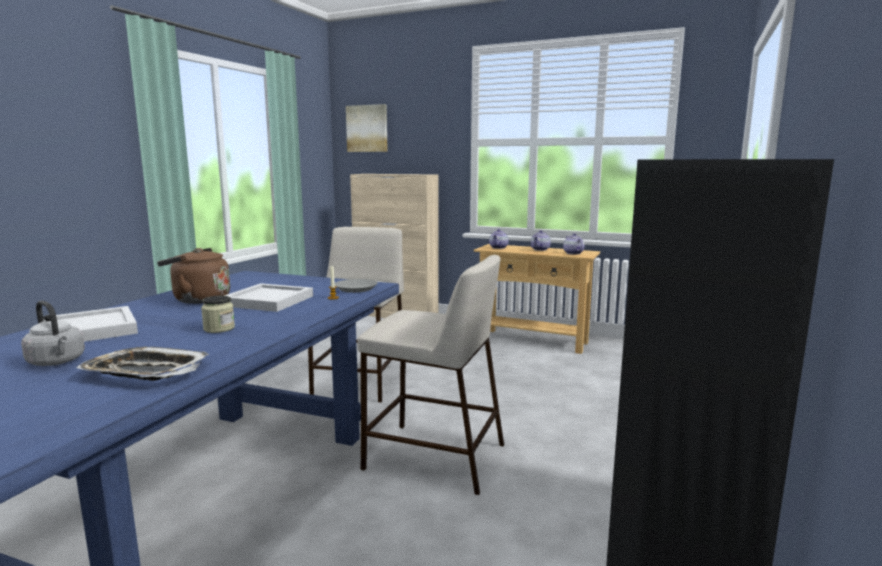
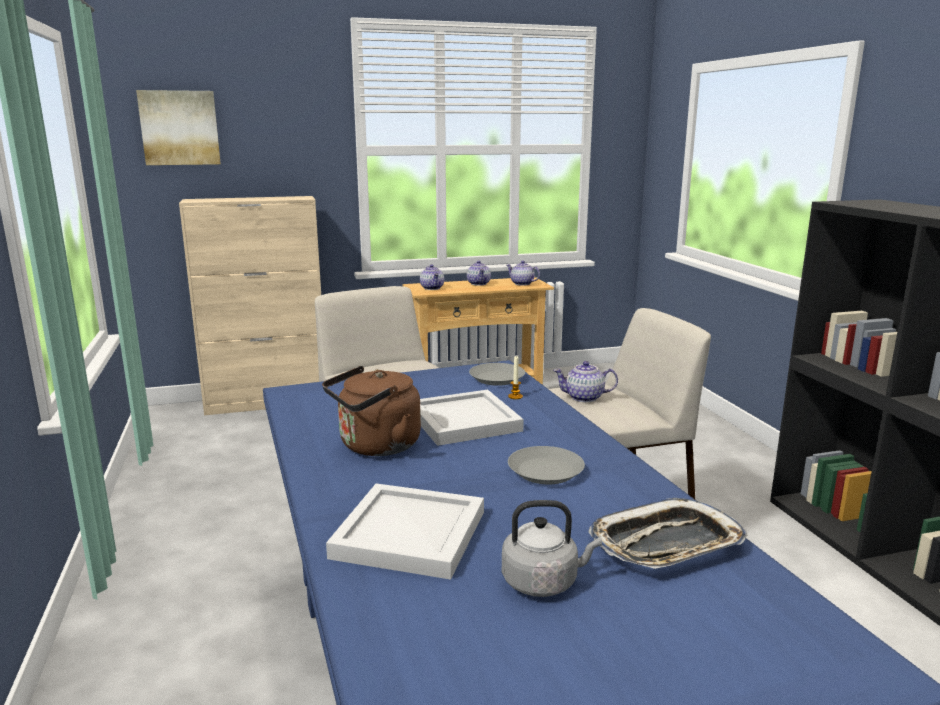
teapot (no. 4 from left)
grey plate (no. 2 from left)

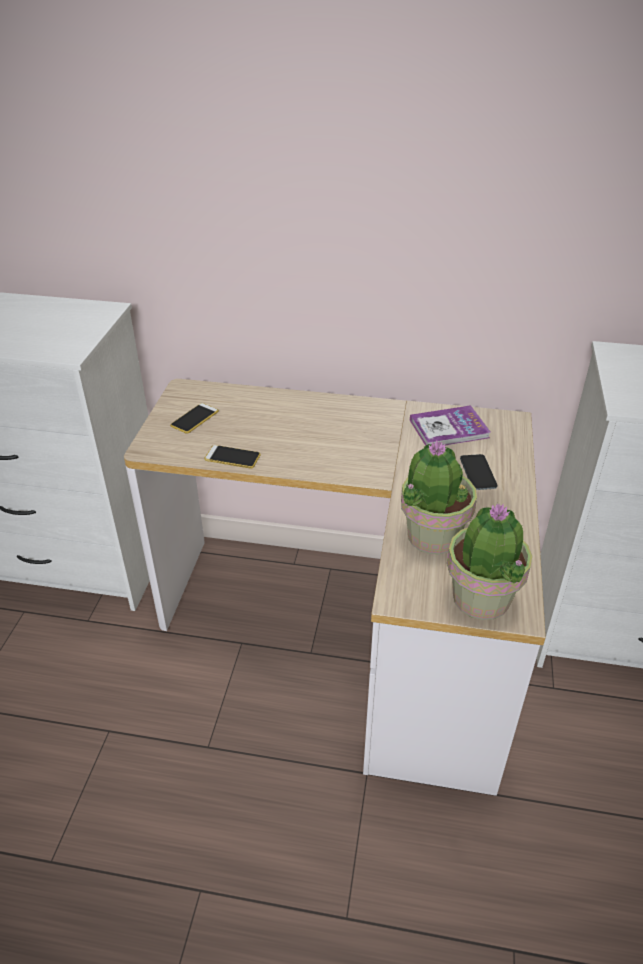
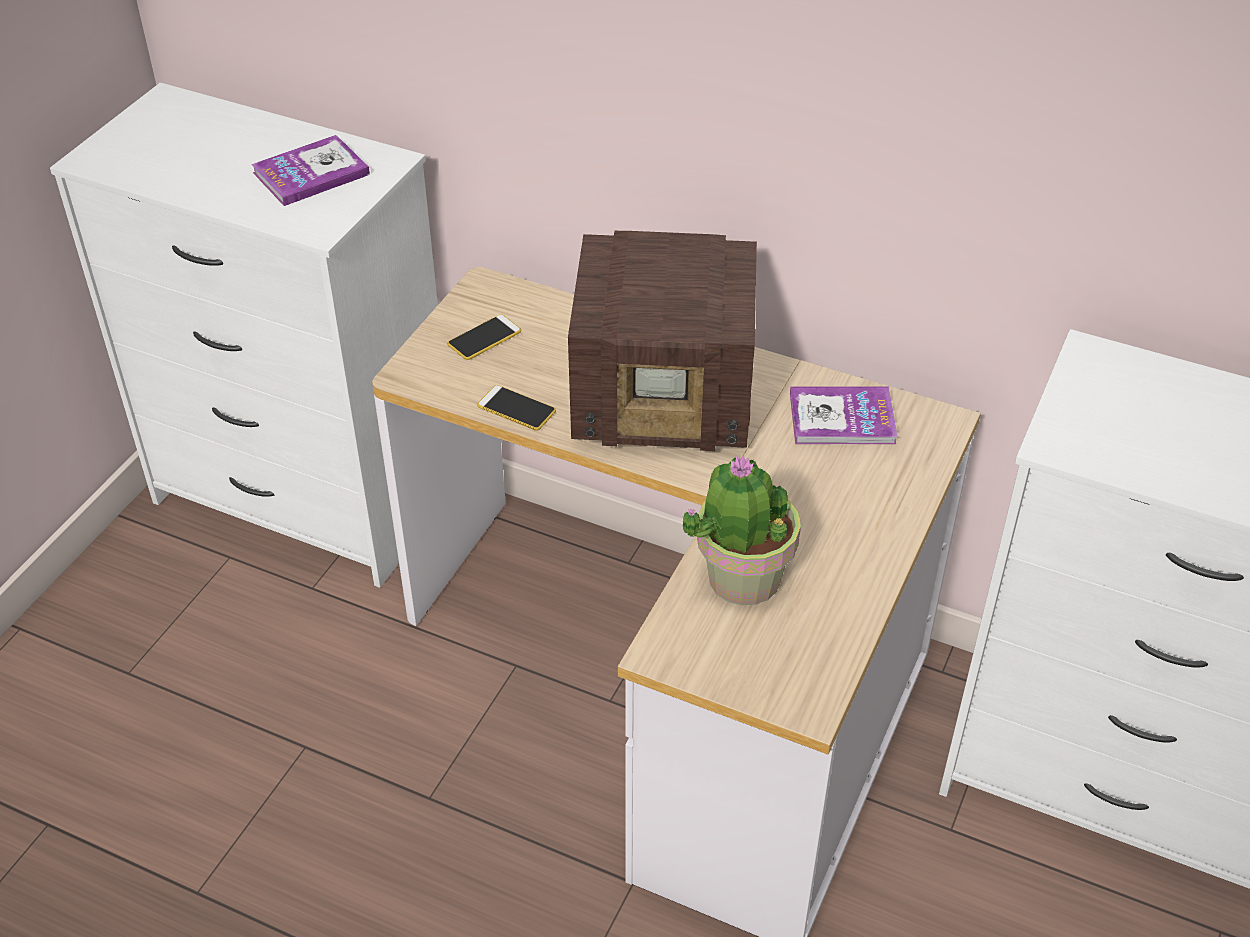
potted plant (no. 2 from left in the first image)
phone (no. 3 from left in the first image)
book (no. 1 from left)
radio

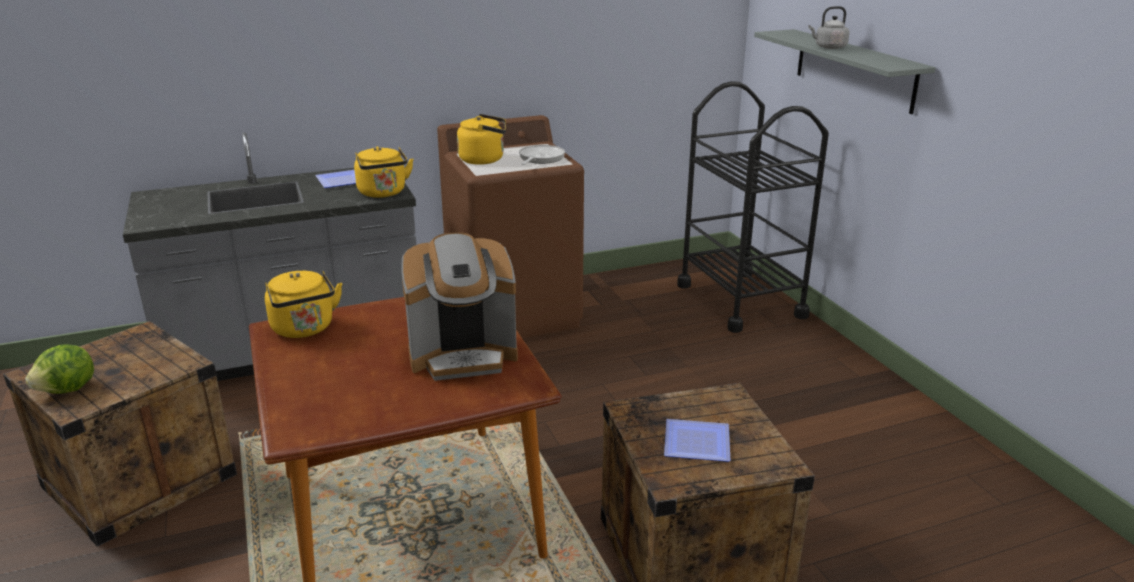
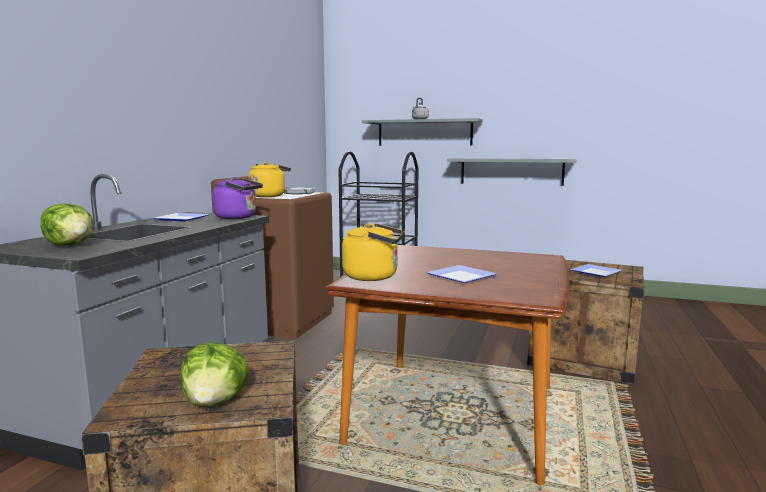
coffee machine
lettuce (no. 1 from left)
plate (no. 2 from left)
grey shelf (no. 2 from left)
purple kettle

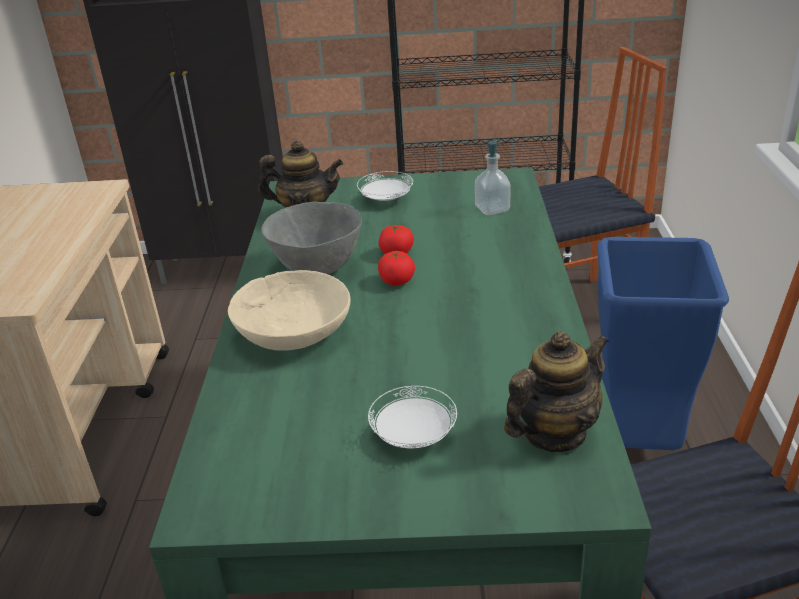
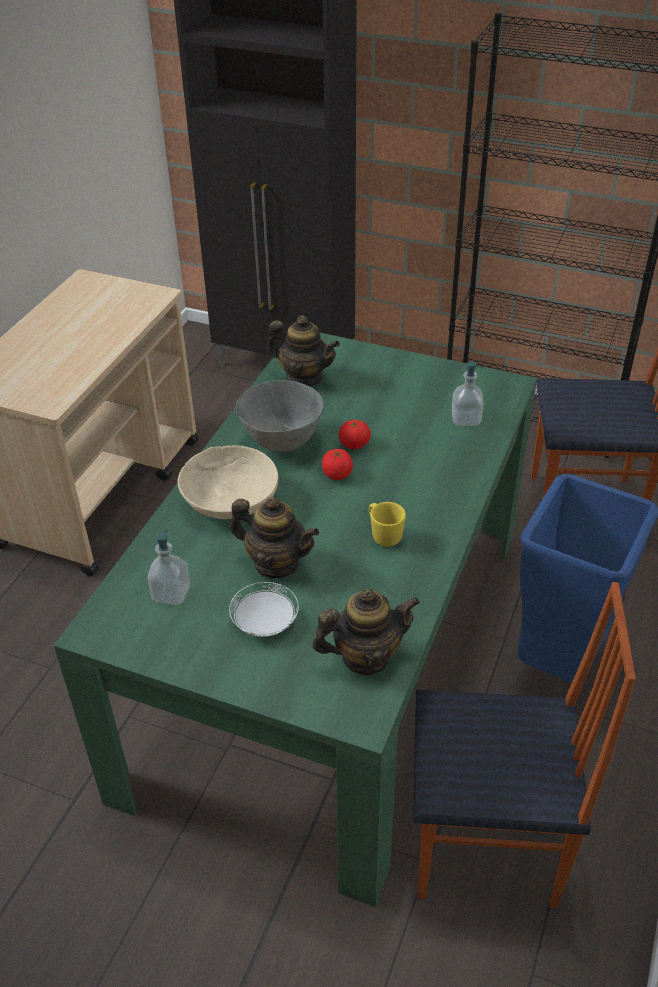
white plate (no. 1 from left in the first image)
soap dispenser (no. 1 from left)
teapot (no. 1 from left)
yellow mug

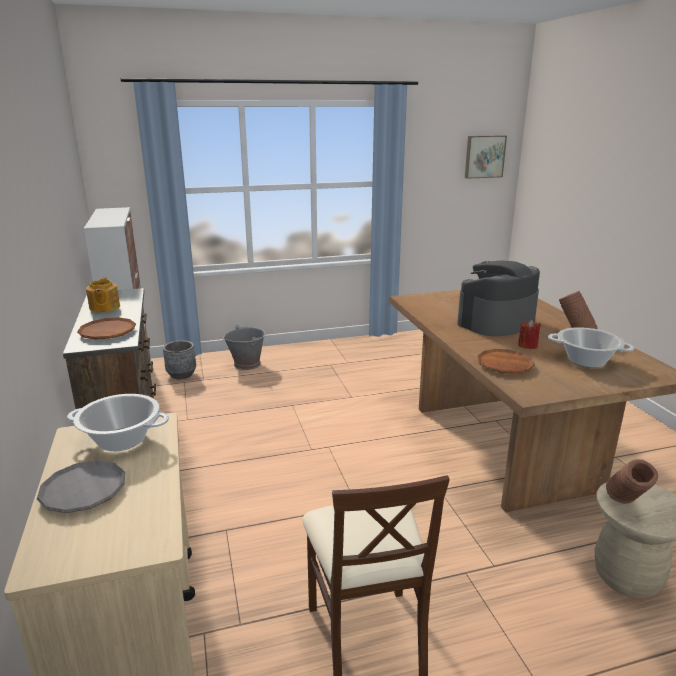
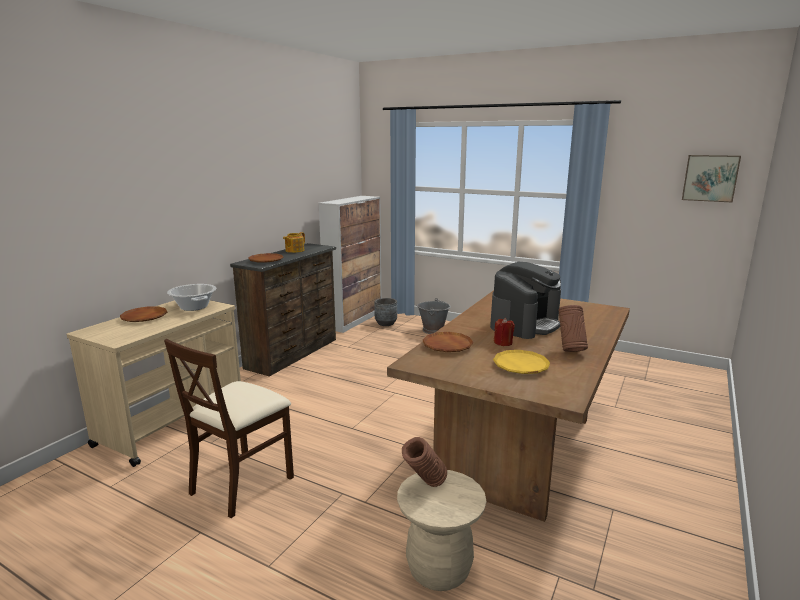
yellow plate
brown plate (no. 1 from left)
coffee machine

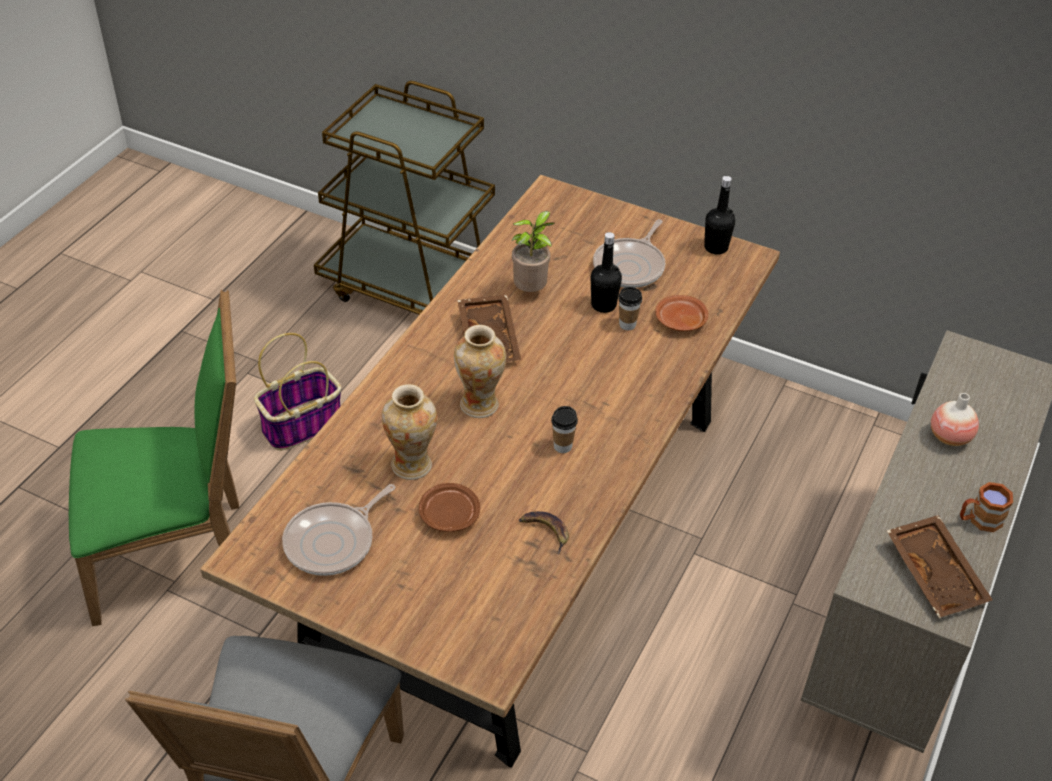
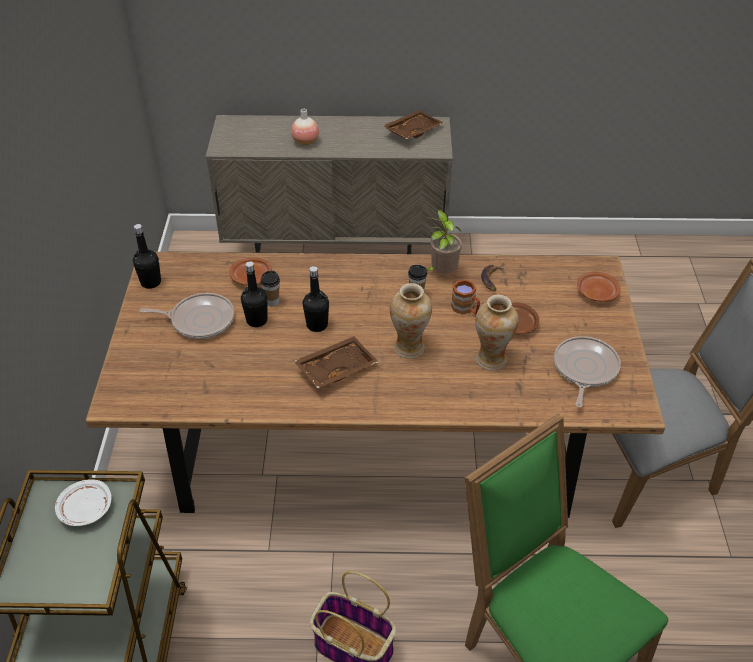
white plate
black bottle (no. 3 from left)
brown plate (no. 3 from left)
potted plant
brown mug
frying pan (no. 2 from left)

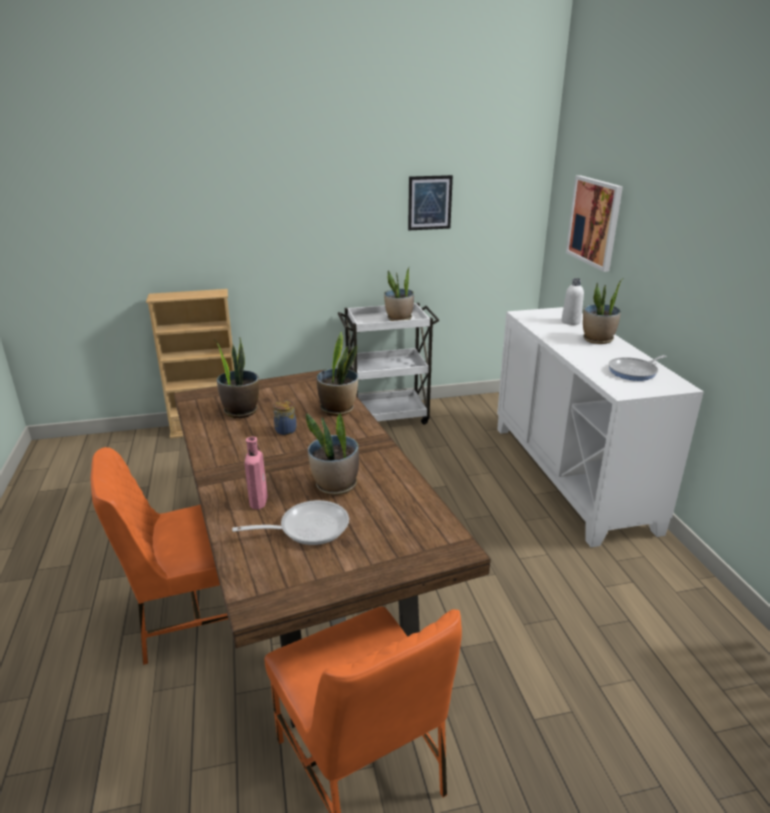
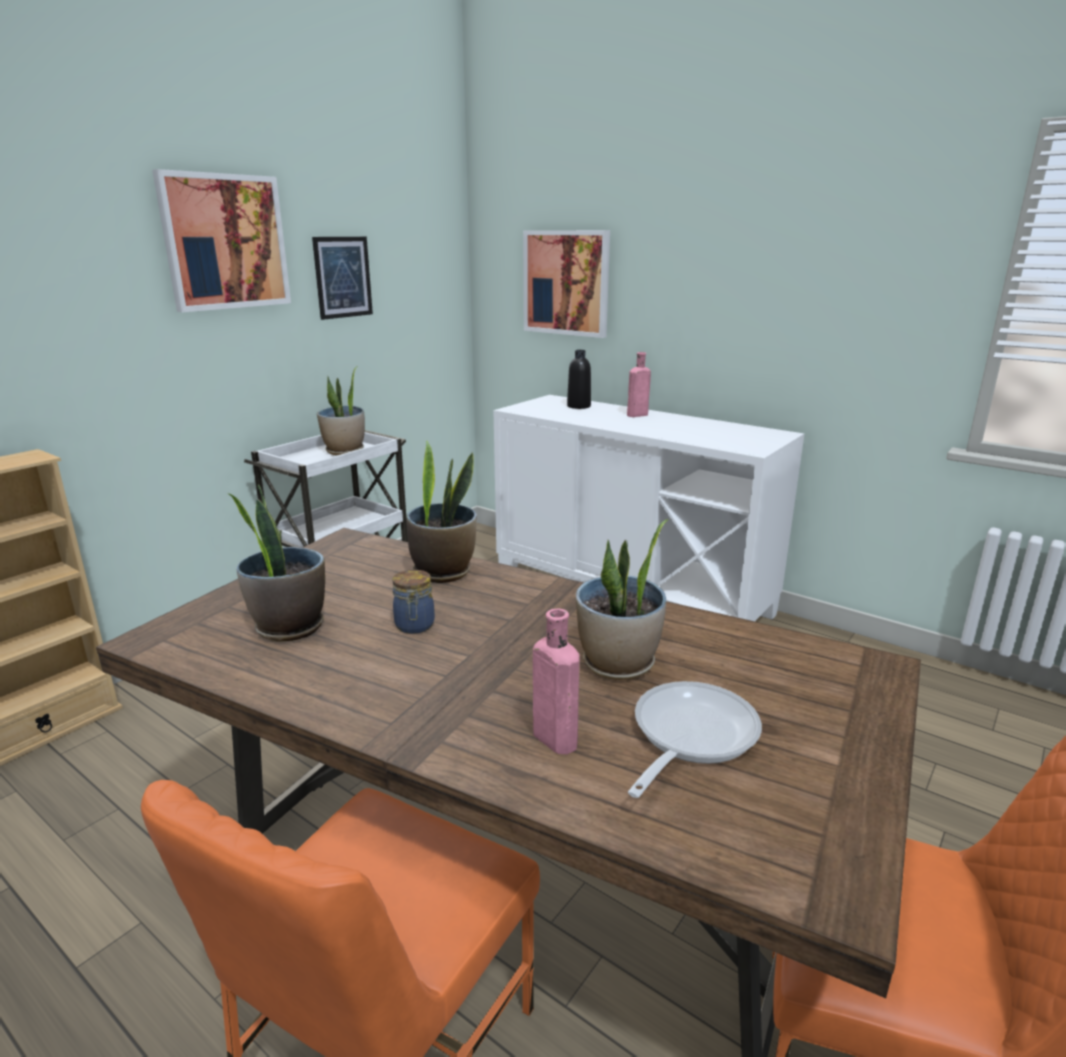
frying pan (no. 2 from left in the first image)
picture (no. 1 from left)
pink bottle (no. 2 from left)
black bottle

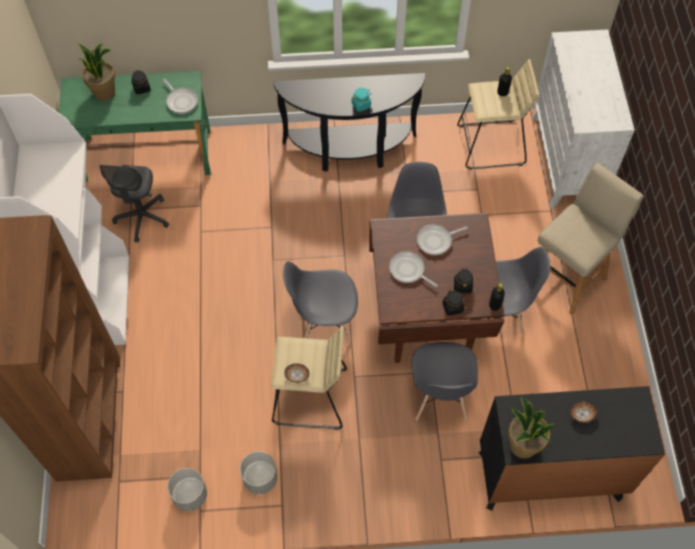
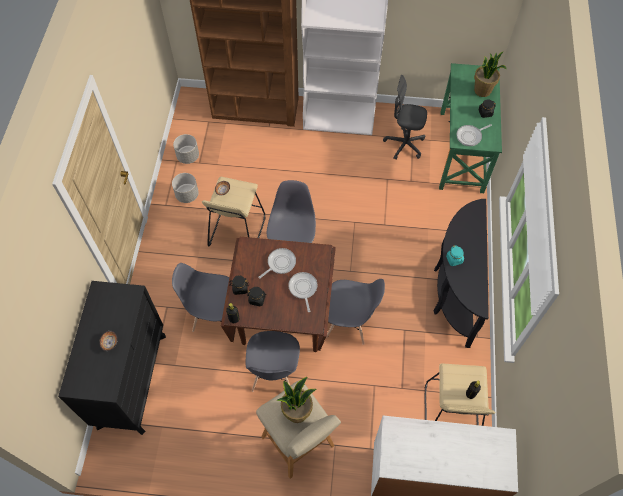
potted plant (no. 1 from left)

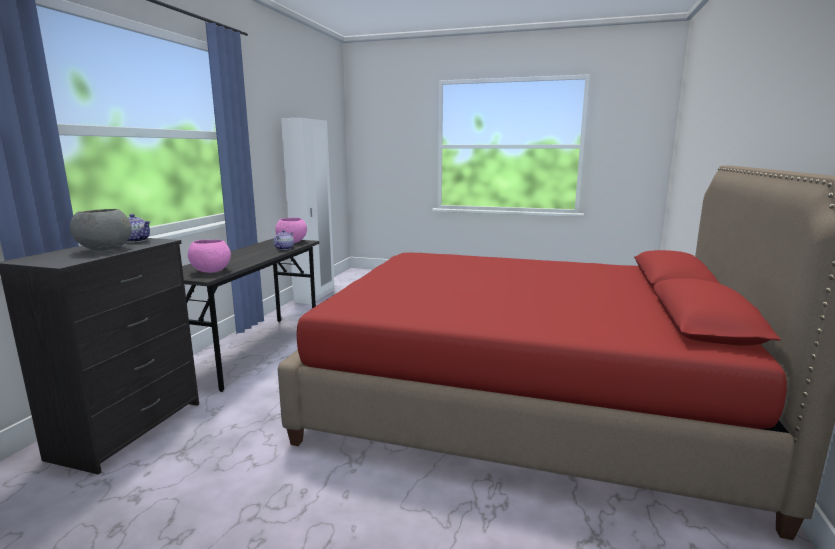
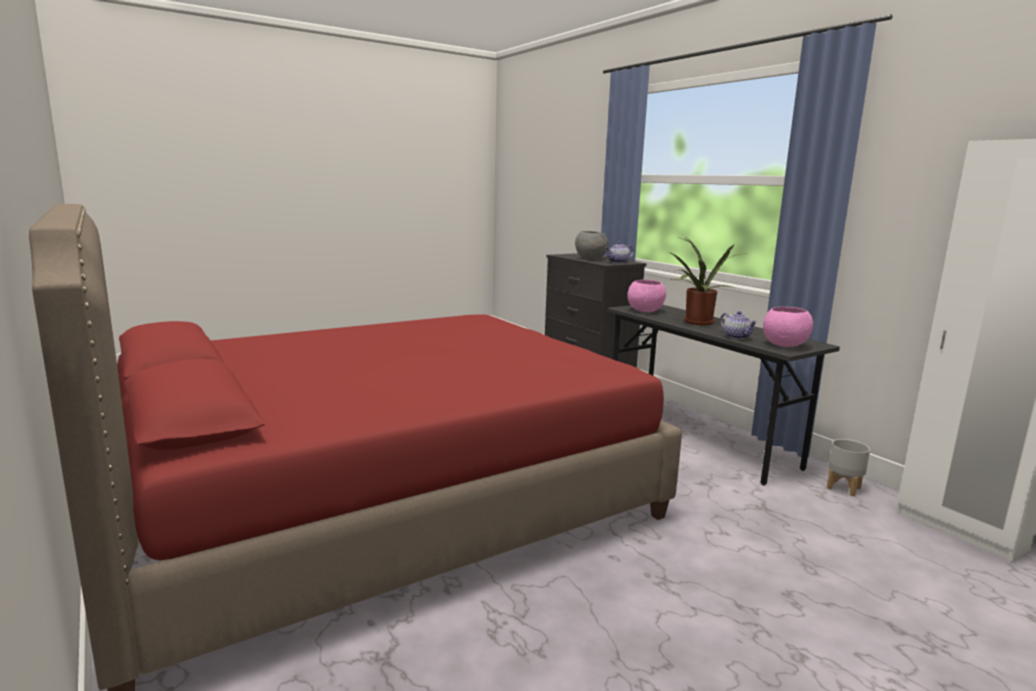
potted plant
grey planter

